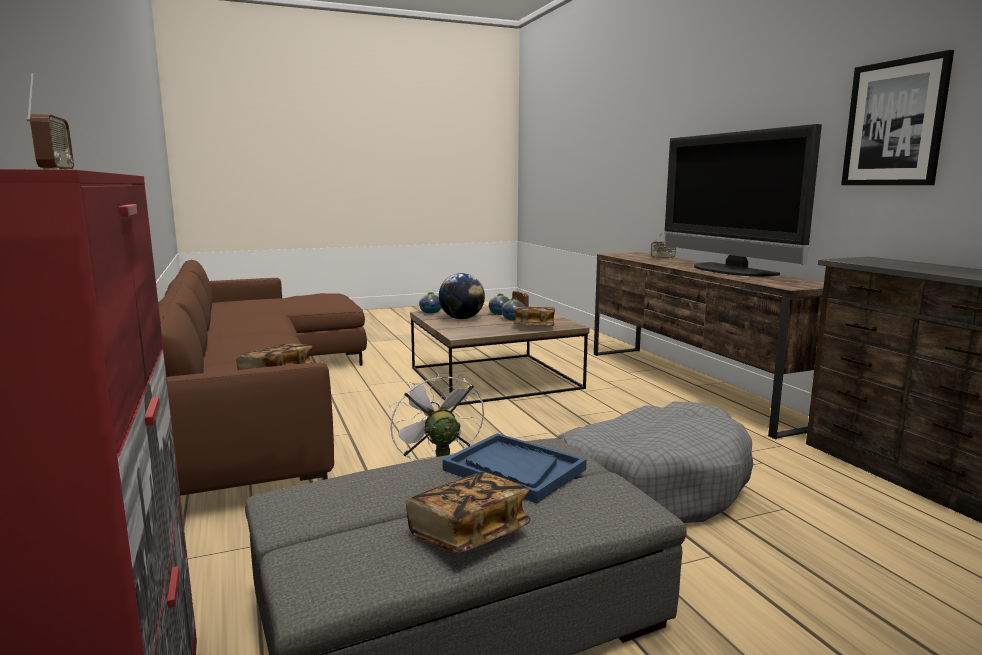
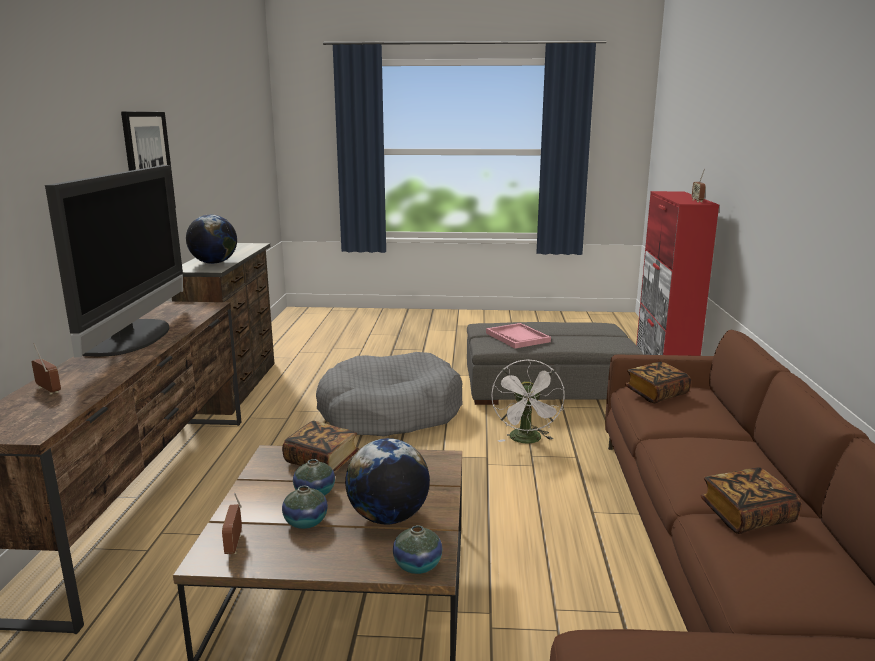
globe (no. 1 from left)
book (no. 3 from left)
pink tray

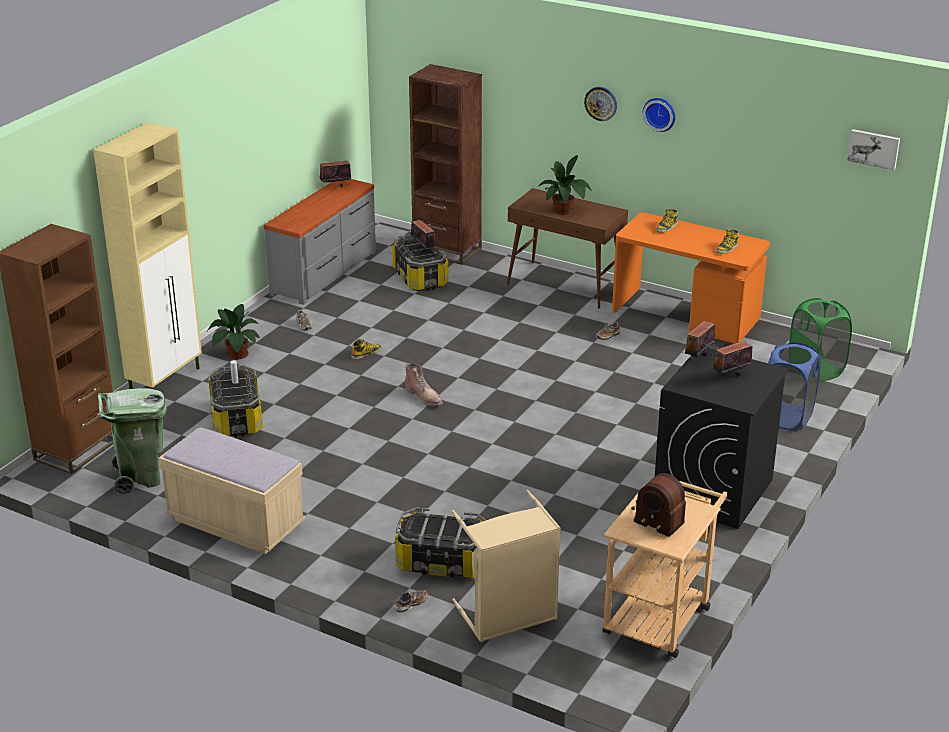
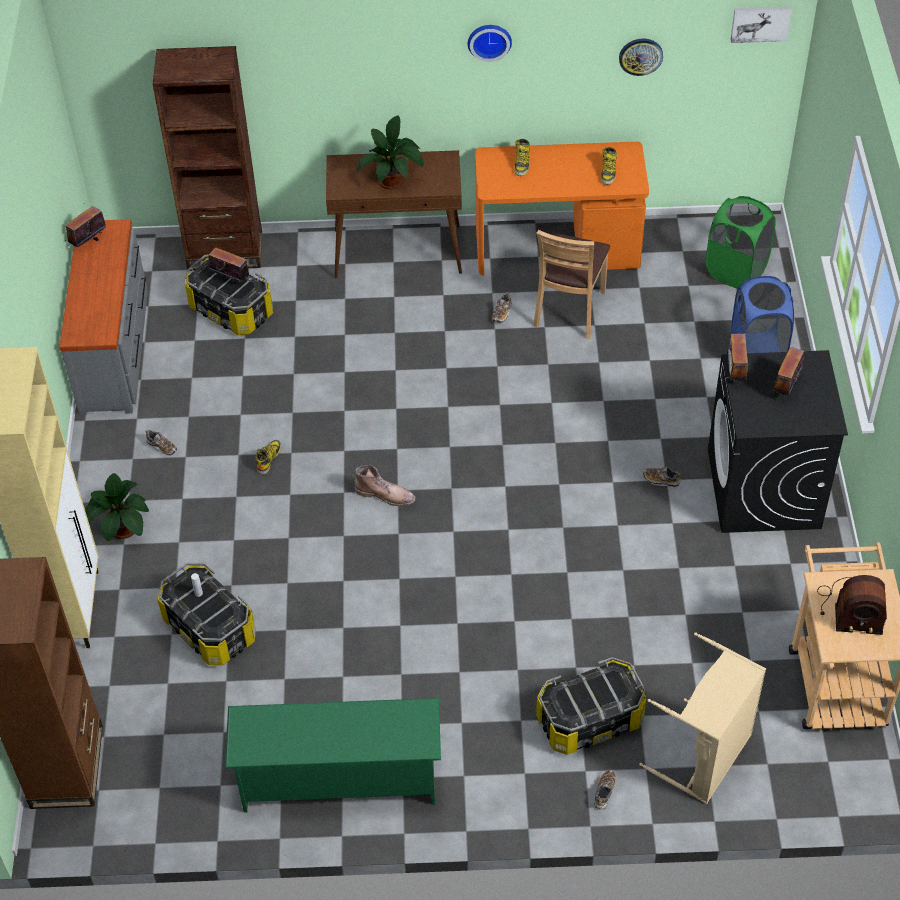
green trash can
brown chair
shoe (no. 4 from left)
wall clock (no. 2 from left)
green shoe rack

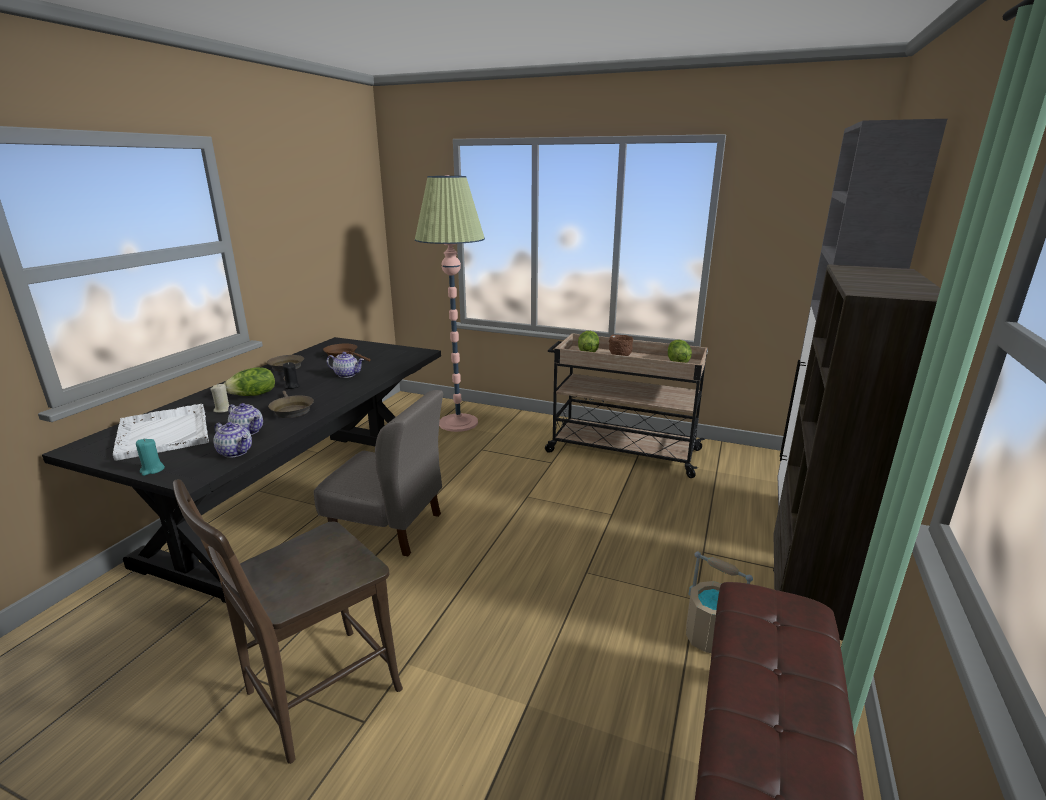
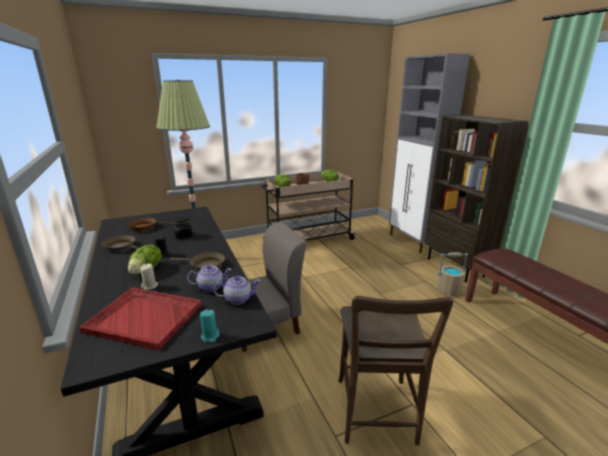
black jar
red tray

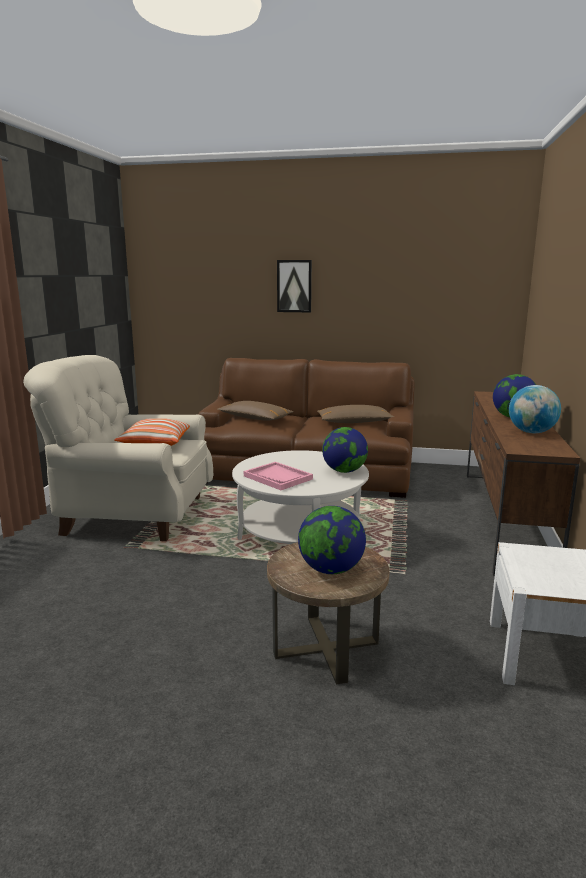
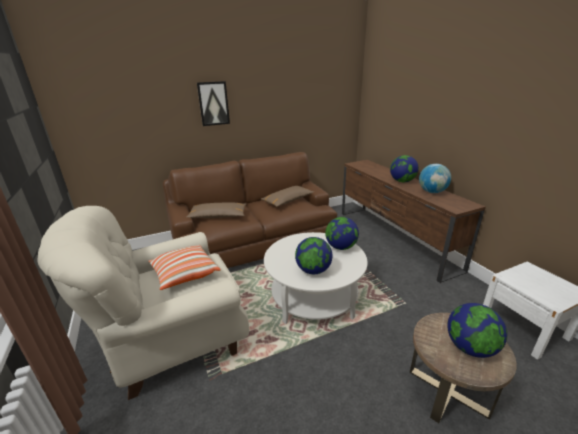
globe (no. 1 from left)

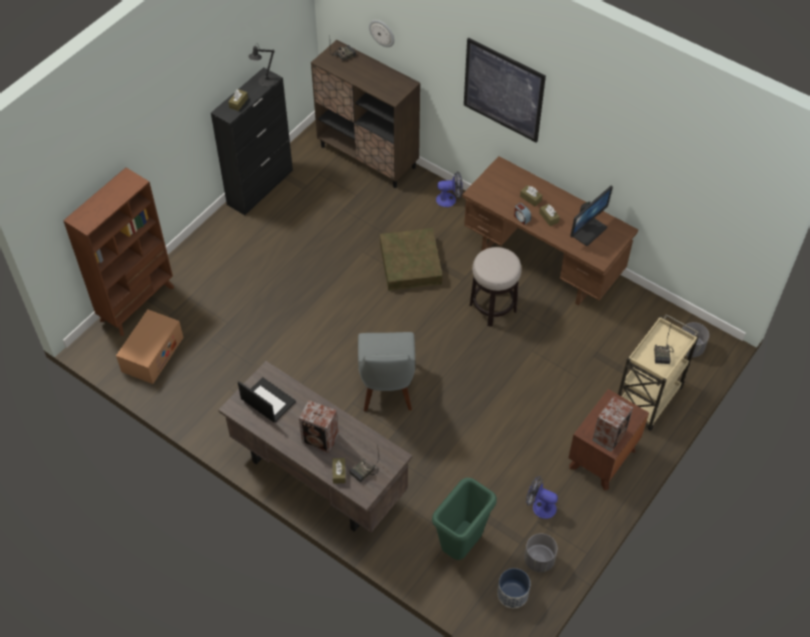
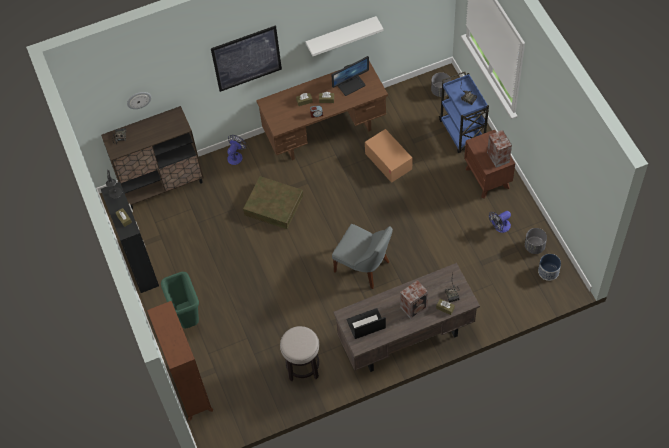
white shelf
cardboard box
green trash can
stool
blue cart
monitor

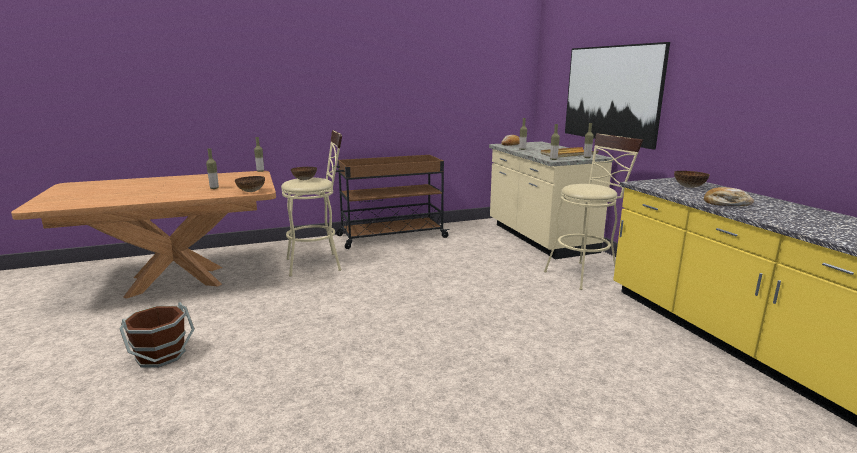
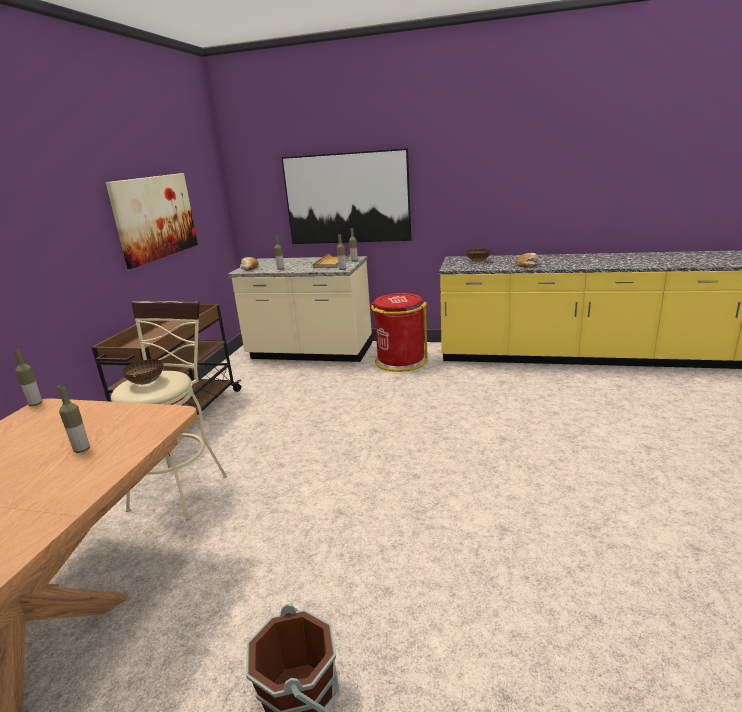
bowl (no. 1 from left in the first image)
picture (no. 1 from left)
red trash can

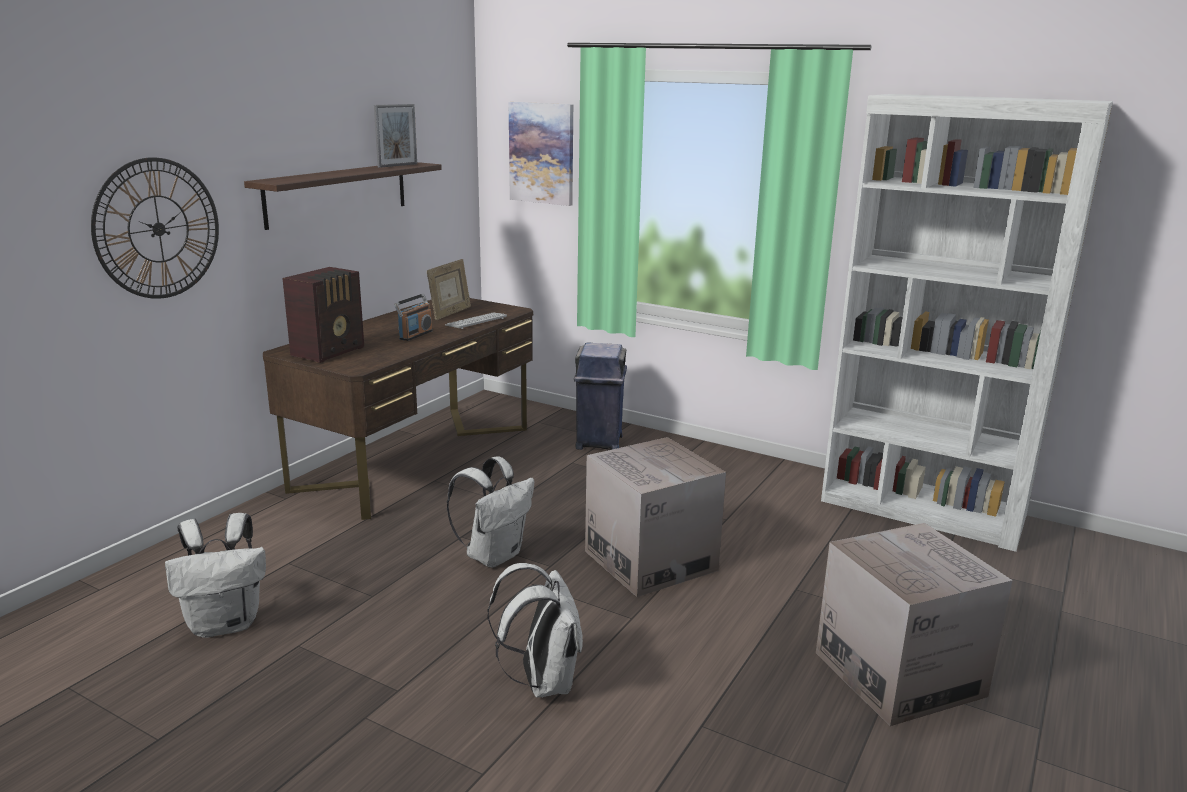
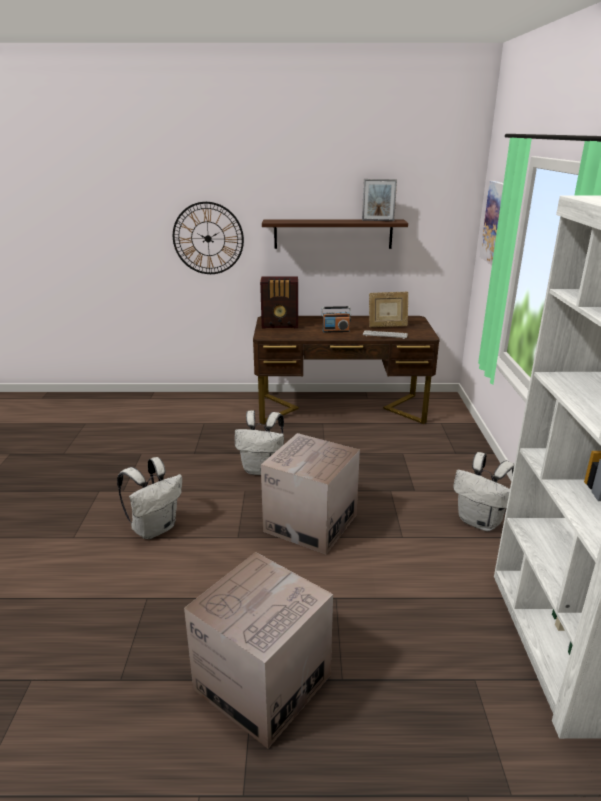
blue trash can
white backpack (no. 3 from left)

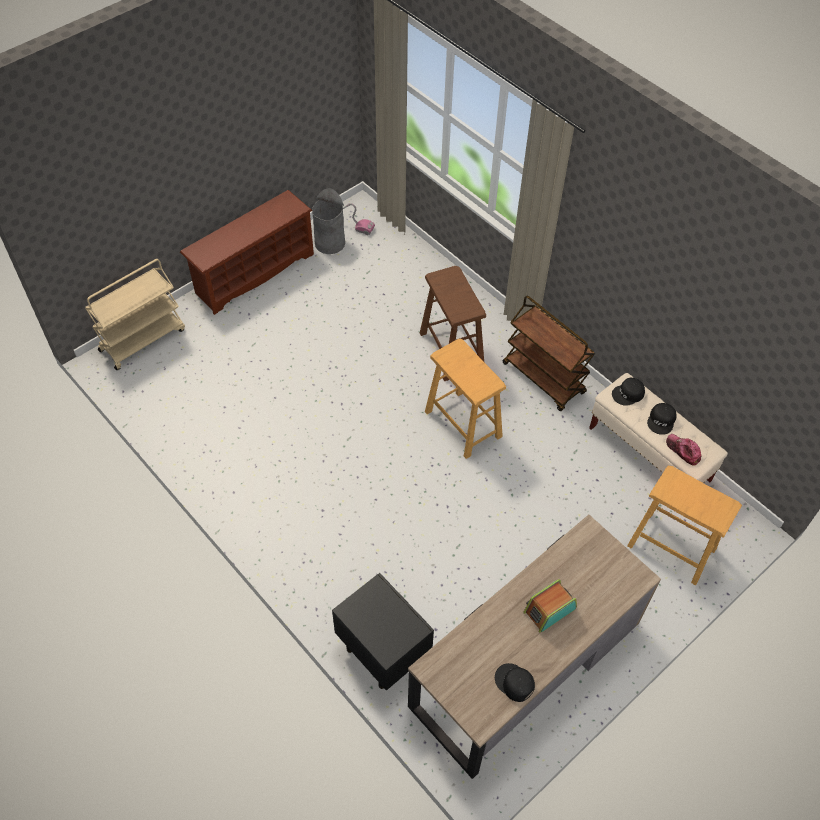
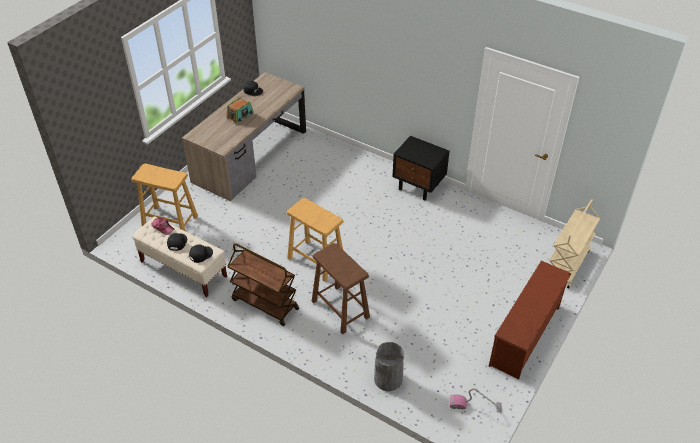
grey trash can
black nightstand

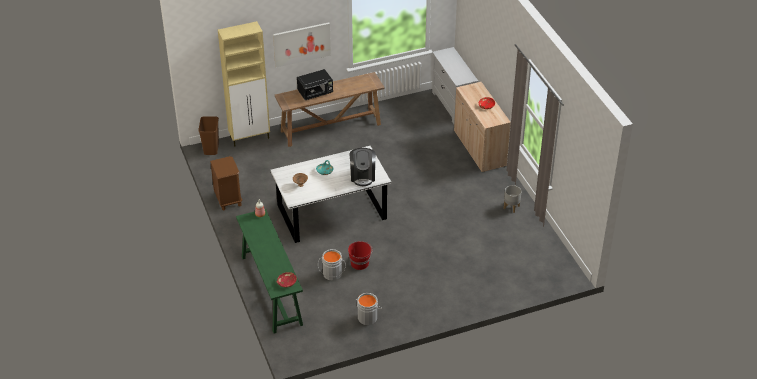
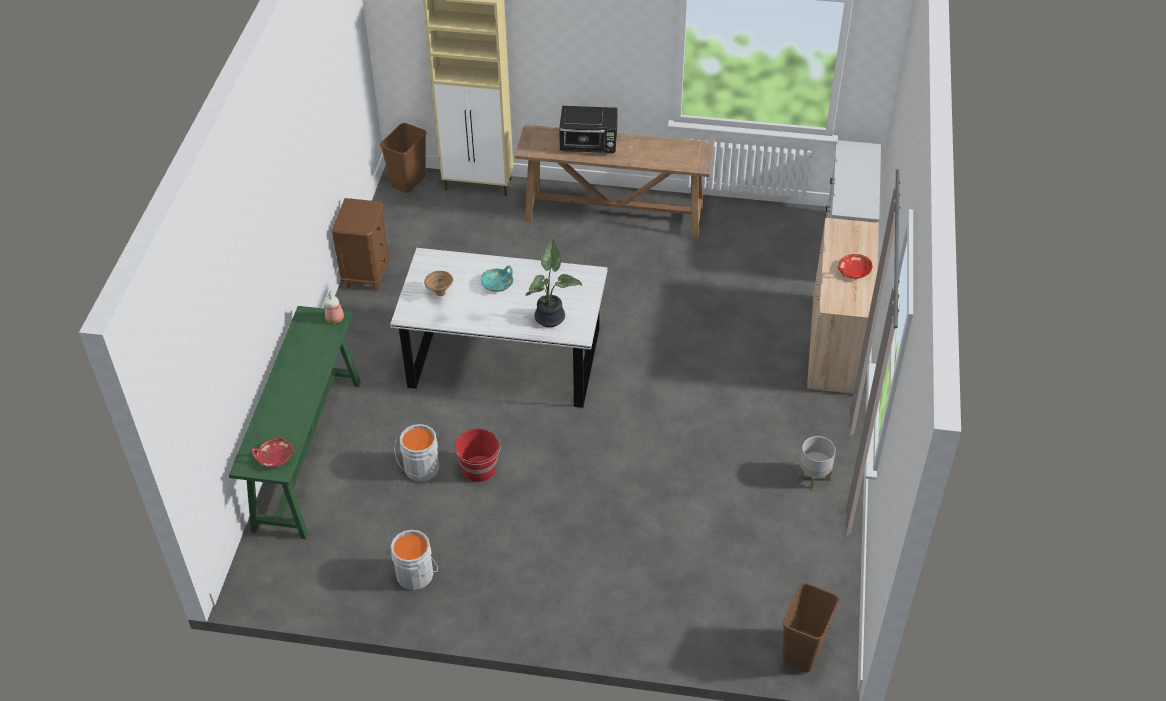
picture
brown trash can (no. 2 from left)
potted plant

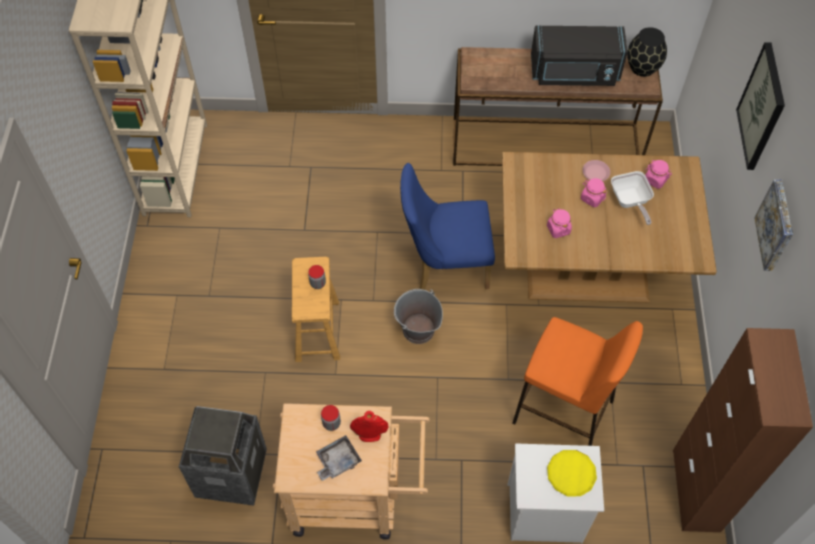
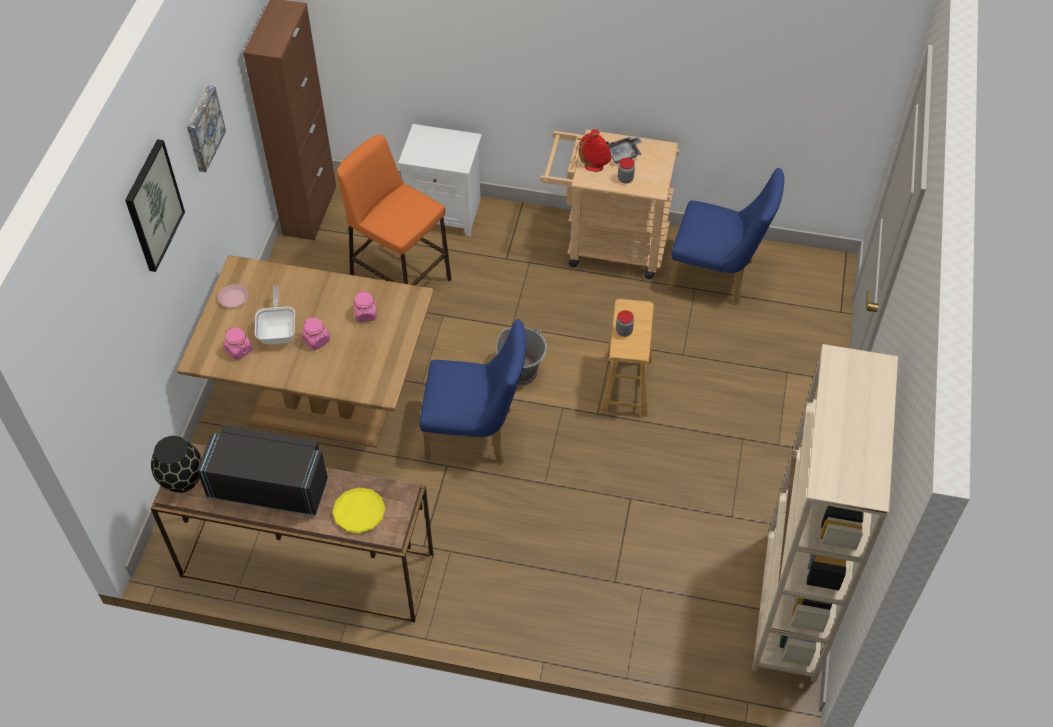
yellow plate
pink plate
blue chair (no. 2 from left)

